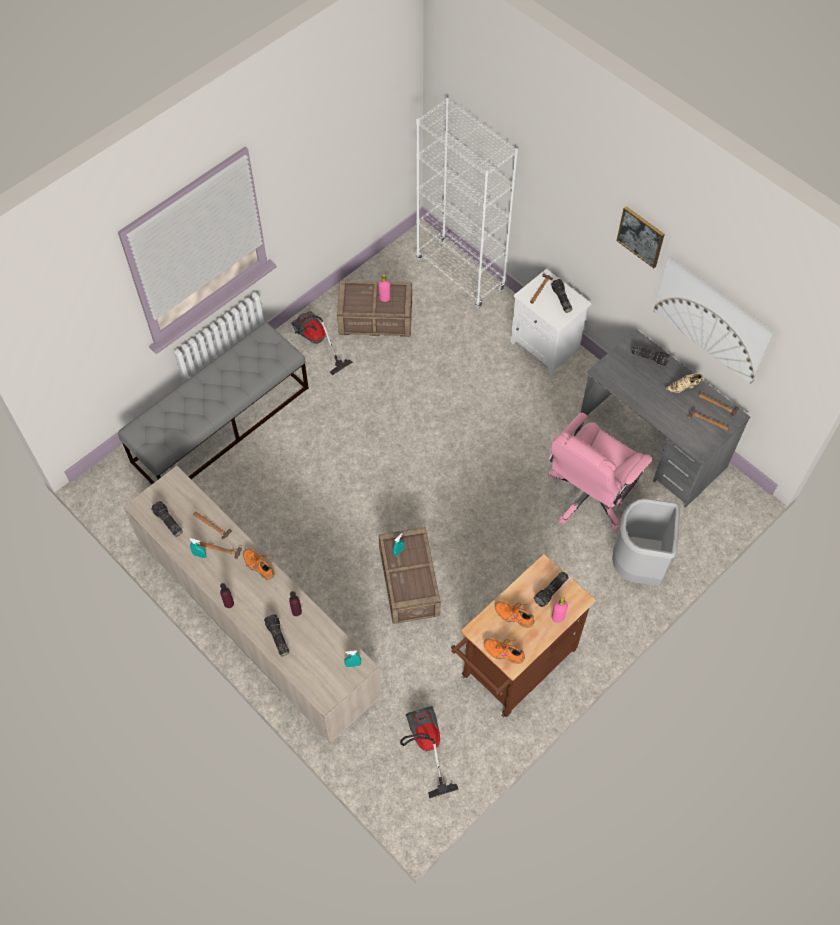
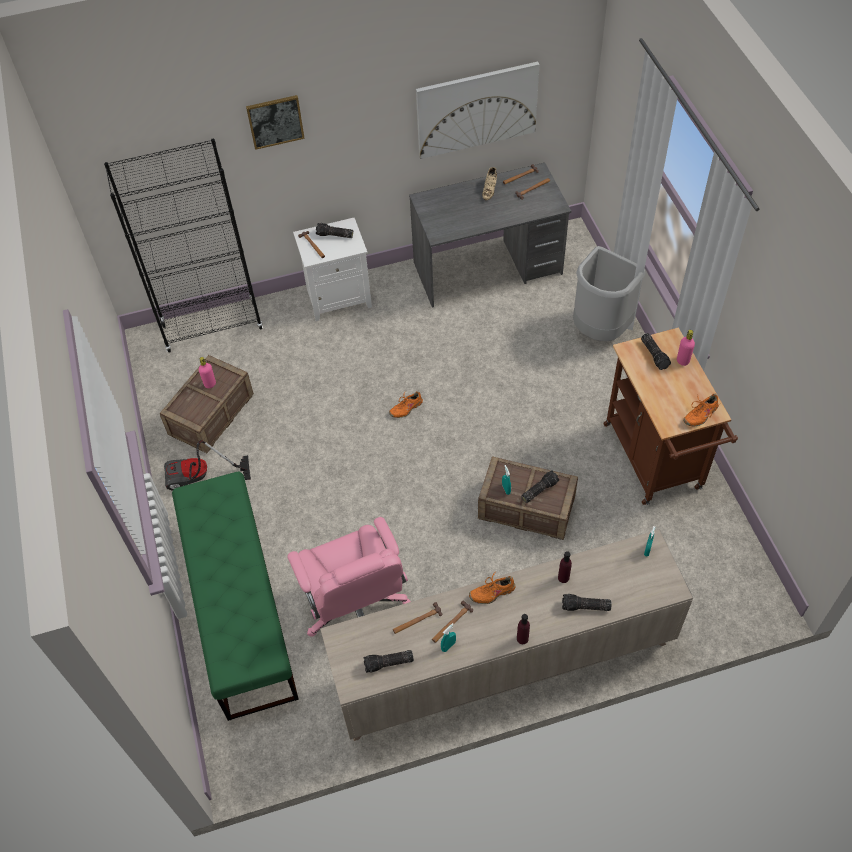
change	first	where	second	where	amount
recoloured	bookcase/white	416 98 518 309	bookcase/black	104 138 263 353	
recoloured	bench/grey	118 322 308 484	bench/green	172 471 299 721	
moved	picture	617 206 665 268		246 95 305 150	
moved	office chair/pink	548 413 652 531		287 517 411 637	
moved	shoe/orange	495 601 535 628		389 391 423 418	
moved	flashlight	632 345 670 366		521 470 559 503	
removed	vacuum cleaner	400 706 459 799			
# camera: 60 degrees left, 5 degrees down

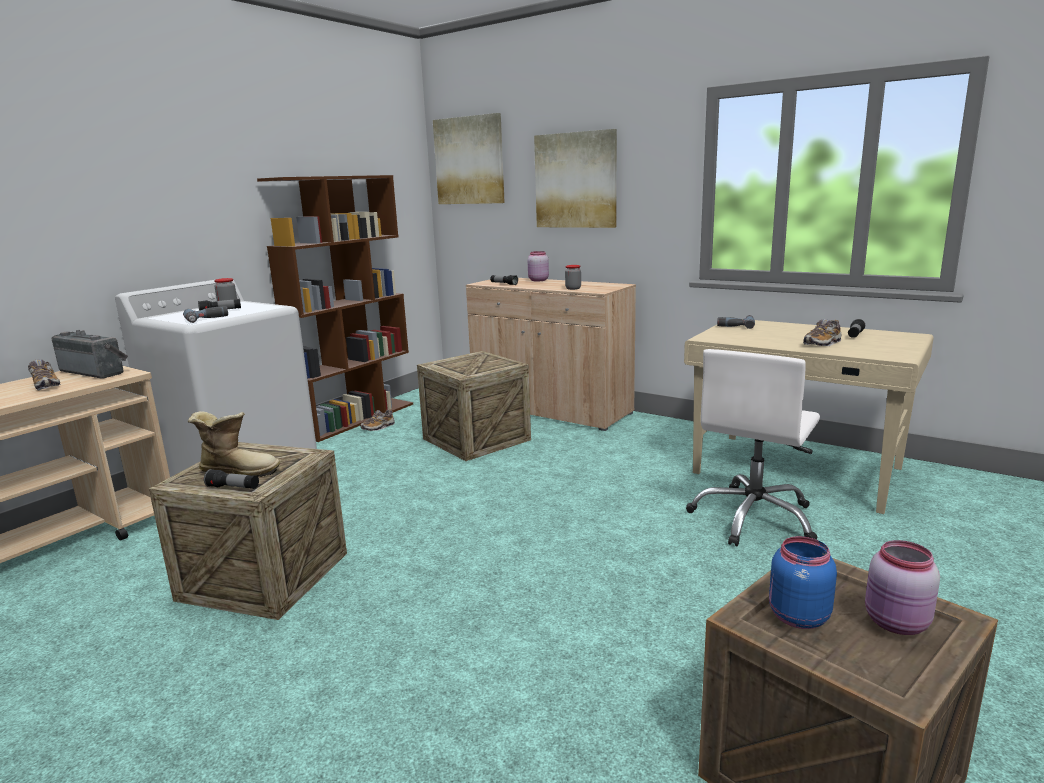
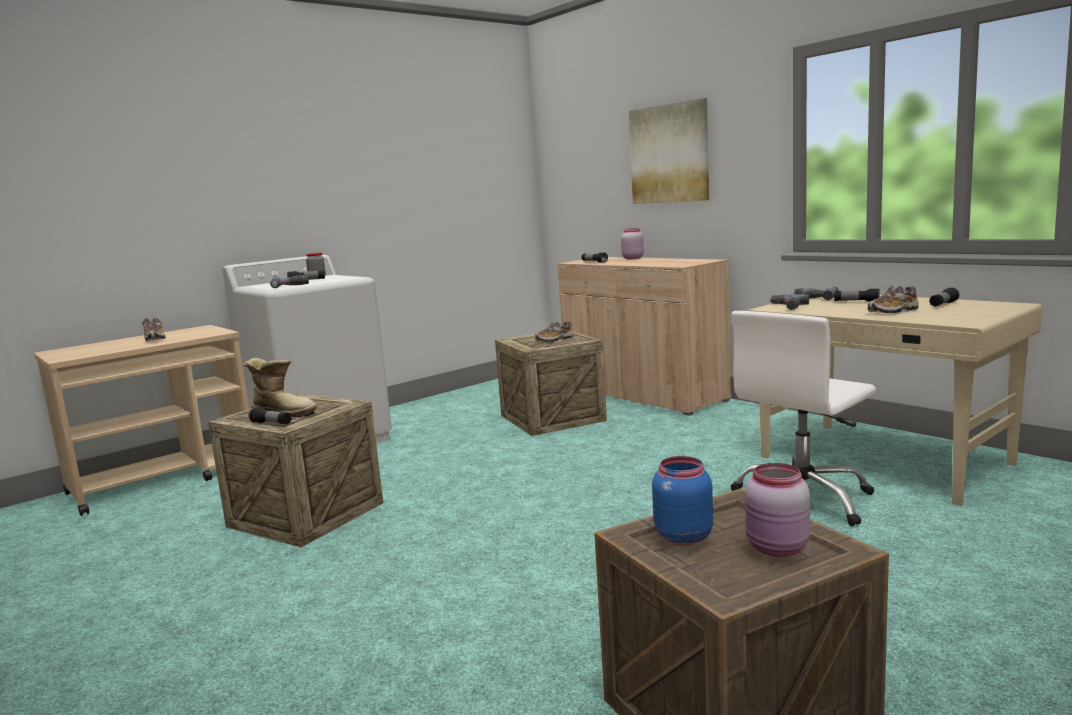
change	first	where	second	where	amount
moved	shoe	360 409 395 431		535 321 573 342	
added			power drill	769 294 809 310	
added			flashlight	834 288 880 302	
removed	radio	52 330 128 379			
removed	bookcase/brown	257 175 413 442			
removed	picture	433 113 505 204			
removed	jar	565 265 581 290			
# camera: 15 degrees right, 5 degrees down

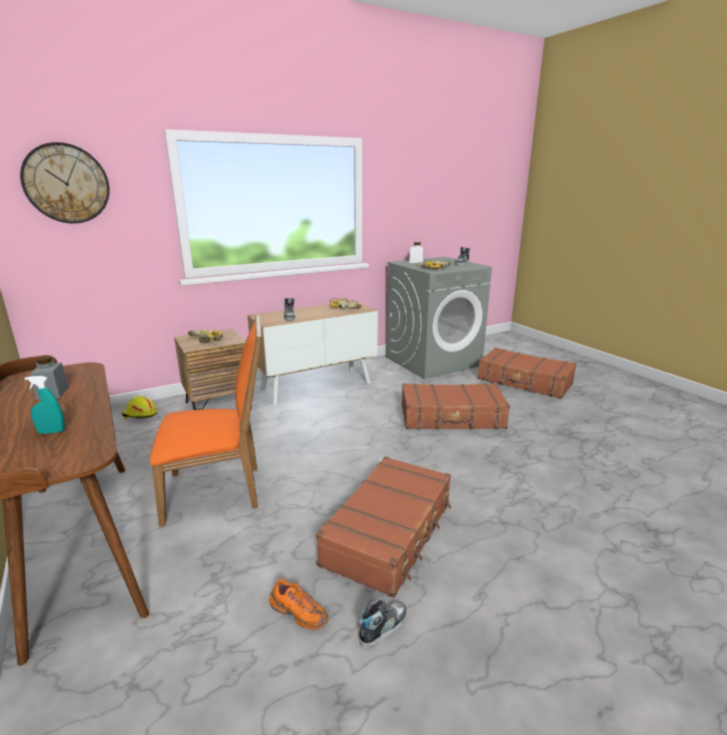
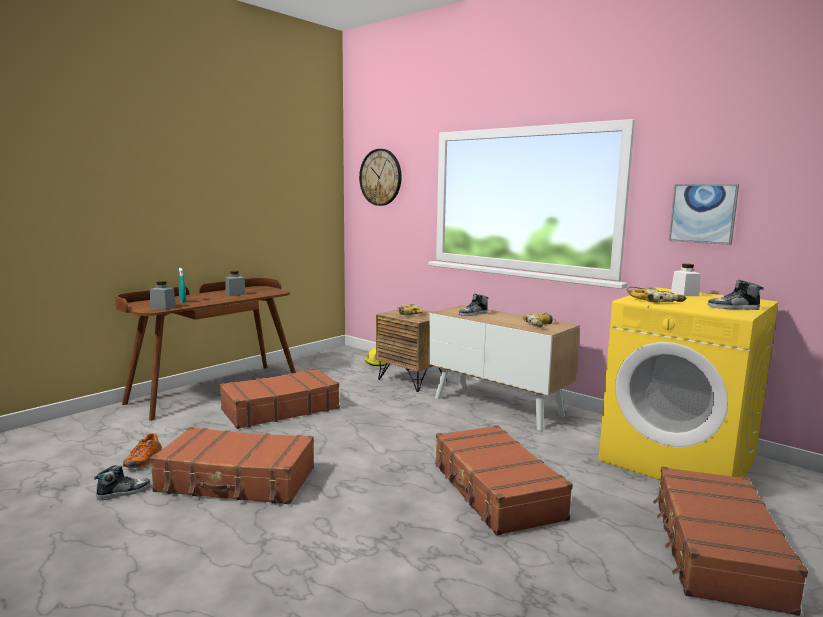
change	first	where	second	where	amount
turned	shoe	358 598 407 648		94 465 151 500	60 degrees counterclockwise
added			jar/grey	150 281 176 310	
replaced	chair/orange	150 314 262 527	suitcase/brown	220 368 340 429	
recoloured	washing machine/grey	387 257 492 379	washing machine/yellow	599 287 779 480	
added			picture	669 184 739 245	
# camera: 70 degrees right, 10 degrees down

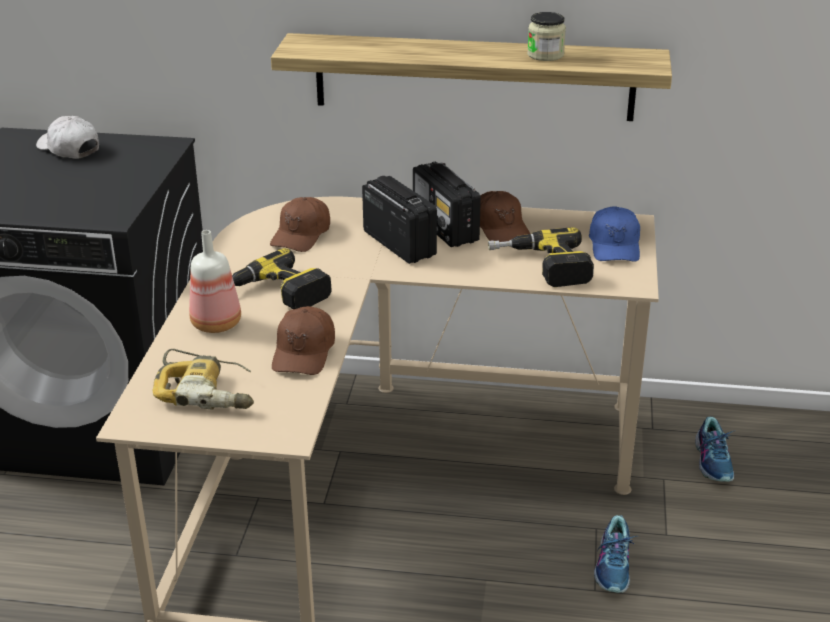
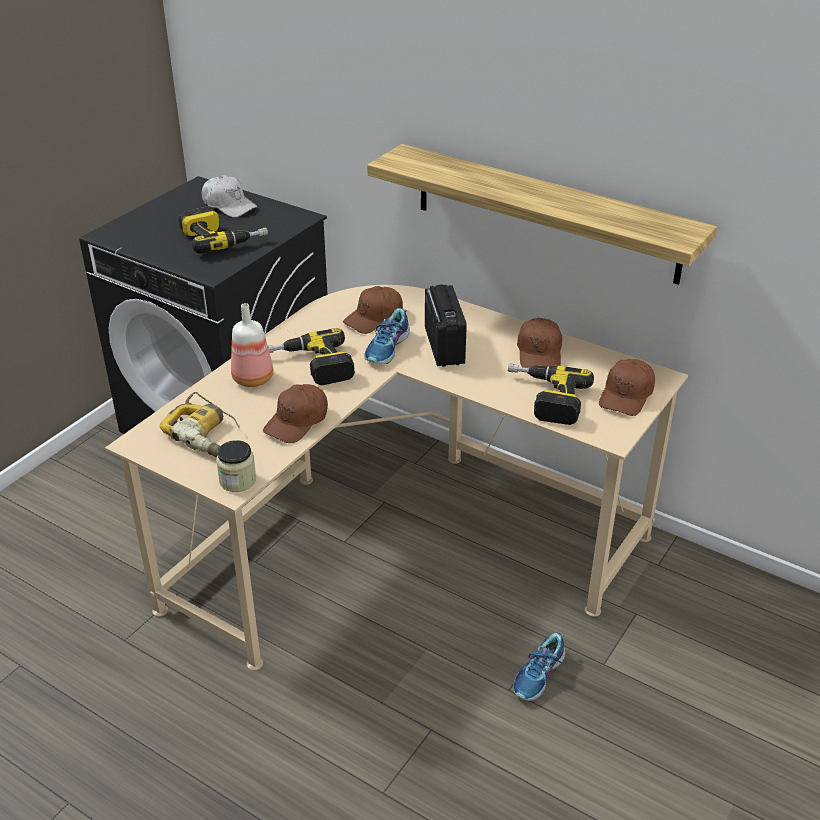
change	first	where	second	where	amount
added			power drill	179 206 268 254	
turned	cap/white	36 116 99 159		202 176 258 218	150 degrees clockwise
moved	jar	527 12 566 61		216 440 256 492	
moved	shoe	695 416 734 482		364 308 410 364	
recoloured	cap/blue	589 207 640 262	cap/brown	599 359 655 416	
removed	radio	413 161 481 247			
# camera: 25 degrees right, 5 degrees up

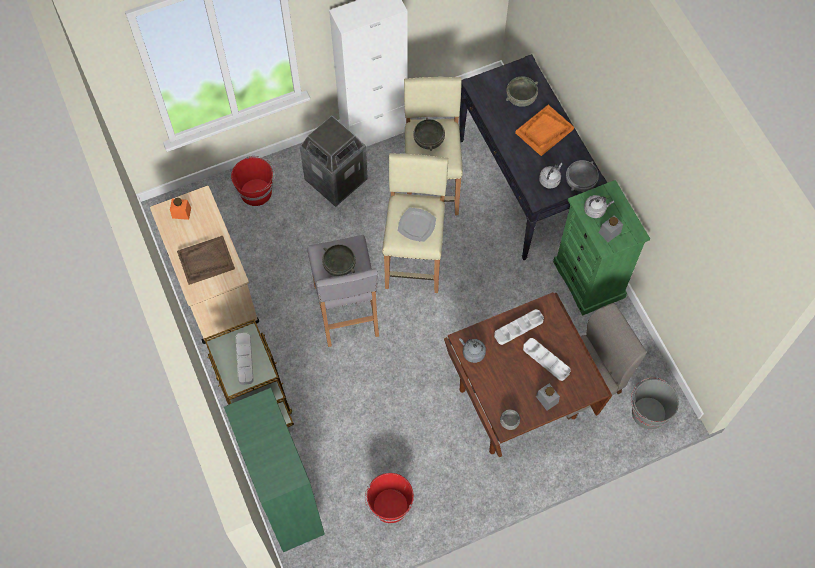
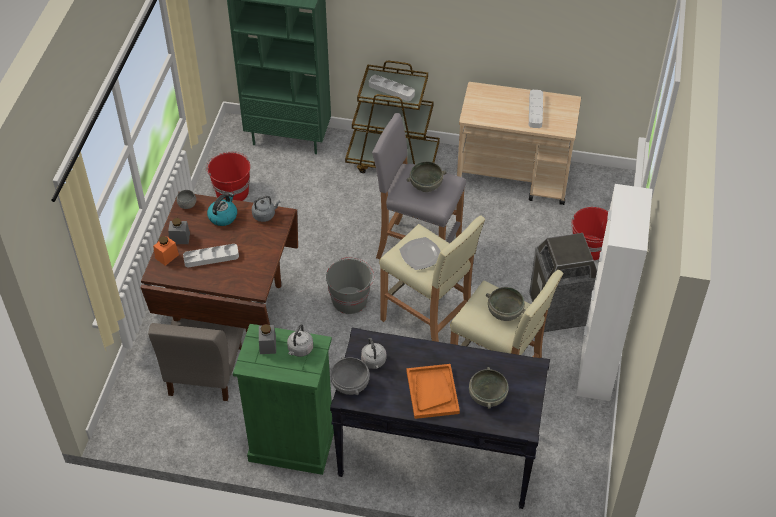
change	first	where	second	where	amount
moved	jar/orange	170 198 191 220		153 236 179 266	
added			kettle	207 193 237 226	
moved	bucket/grey	631 378 679 429		326 257 374 314	
moved	tray/grey	494 309 544 345		529 90 543 128	
removed	tray/brown	177 236 235 285			
# camera: 125 degrees right, 15 degrees down

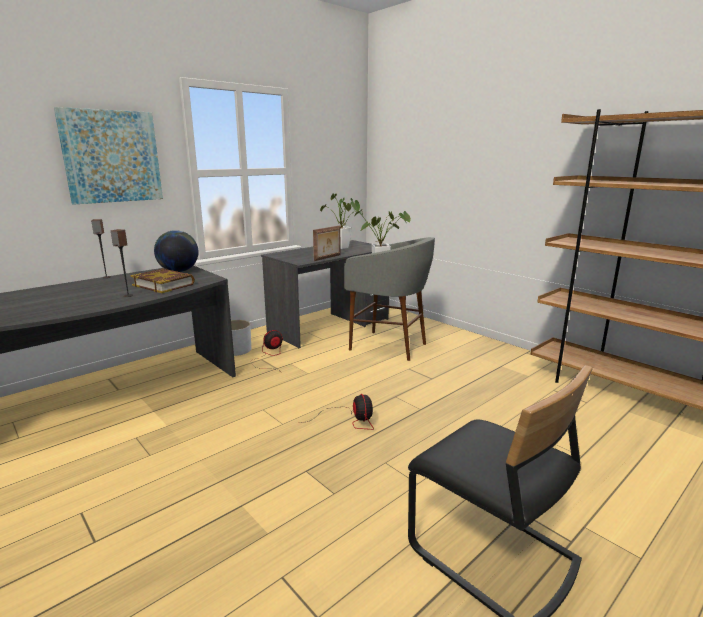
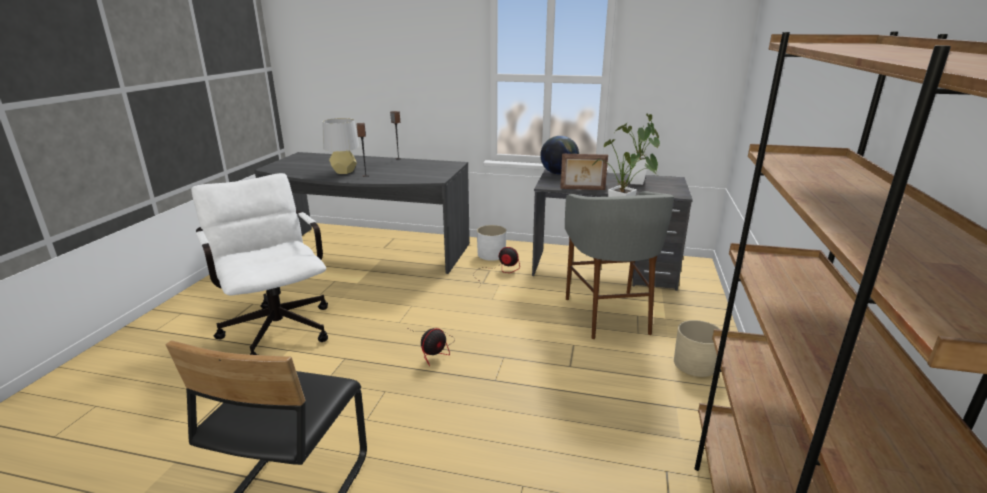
change	first	where	second	where	amount
added			office chair/white	191 173 328 355	
added			table lamp/grey	322 118 360 174	
moved	globe	154 230 198 272		540 136 579 175	
added			planter/beige	674 320 721 377	
removed	picture	54 107 163 205			
removed	book	131 268 195 293			
# camera: 55 degrees right, 5 degrees up

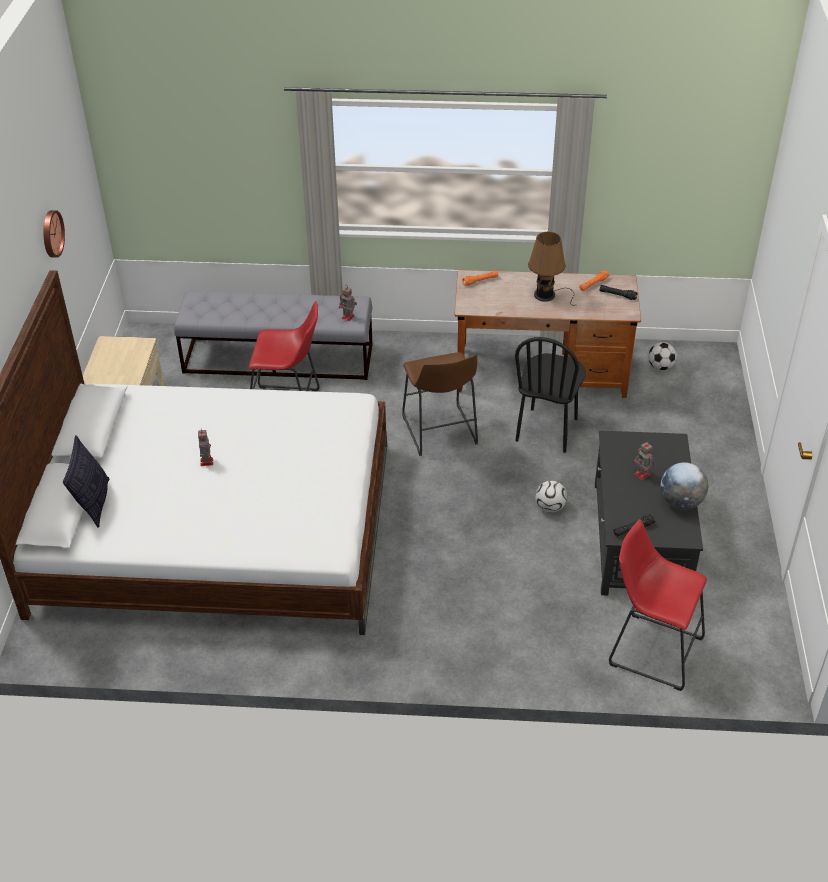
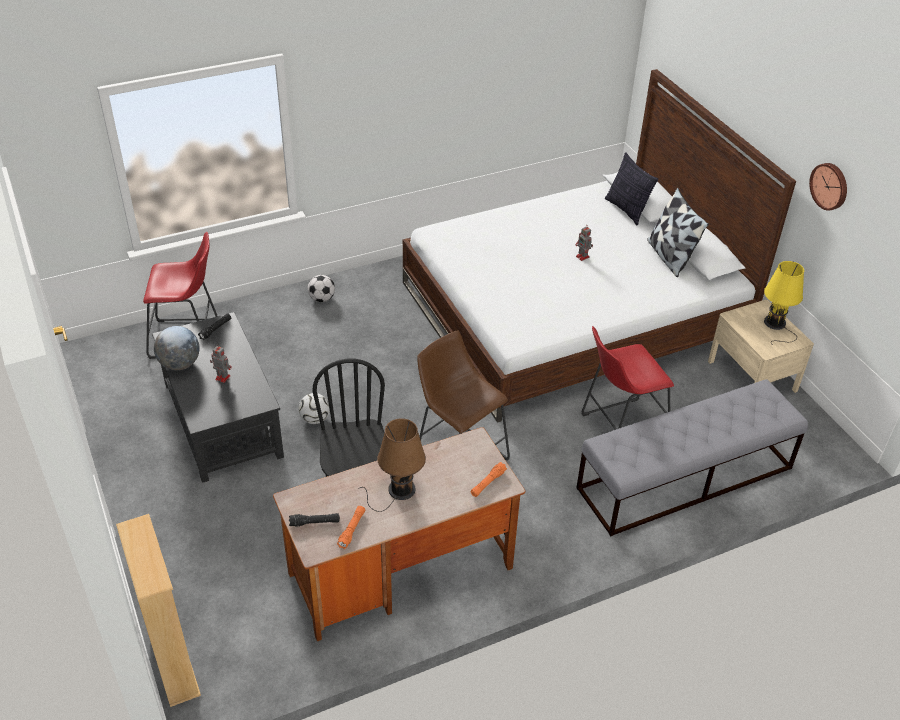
change	first	where	second	where	amount
added			bookcase/beige	116 514 201 707	
moved	football	648 342 677 370		308 275 335 302	
added			pillow	647 188 709 277	
added			table lamp/yellow	764 261 804 345	
removed	toy robot	339 286 357 321			
# camera: 150 degrees right, 0 degrees up

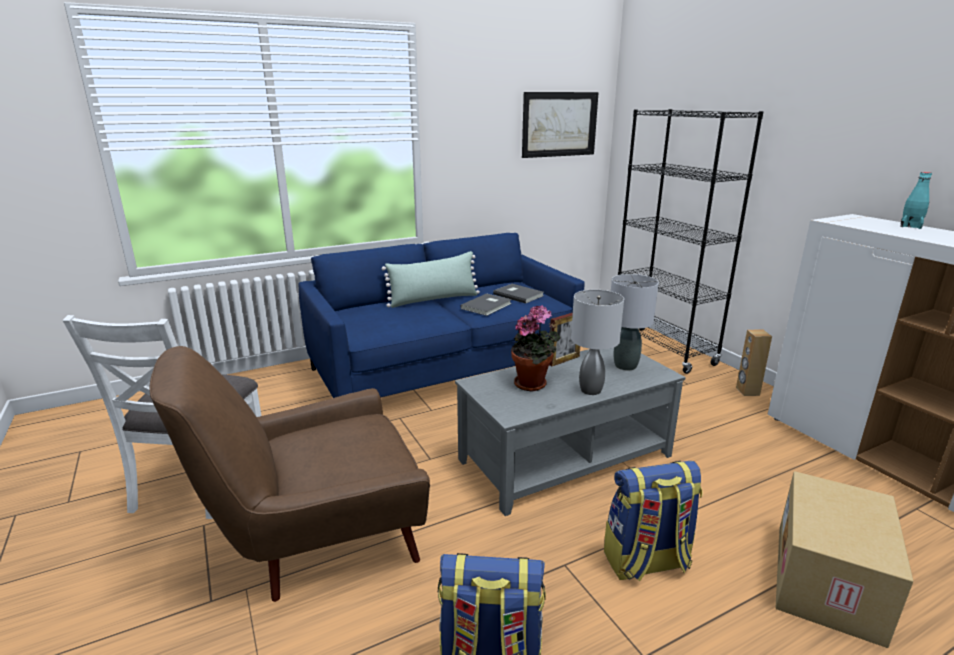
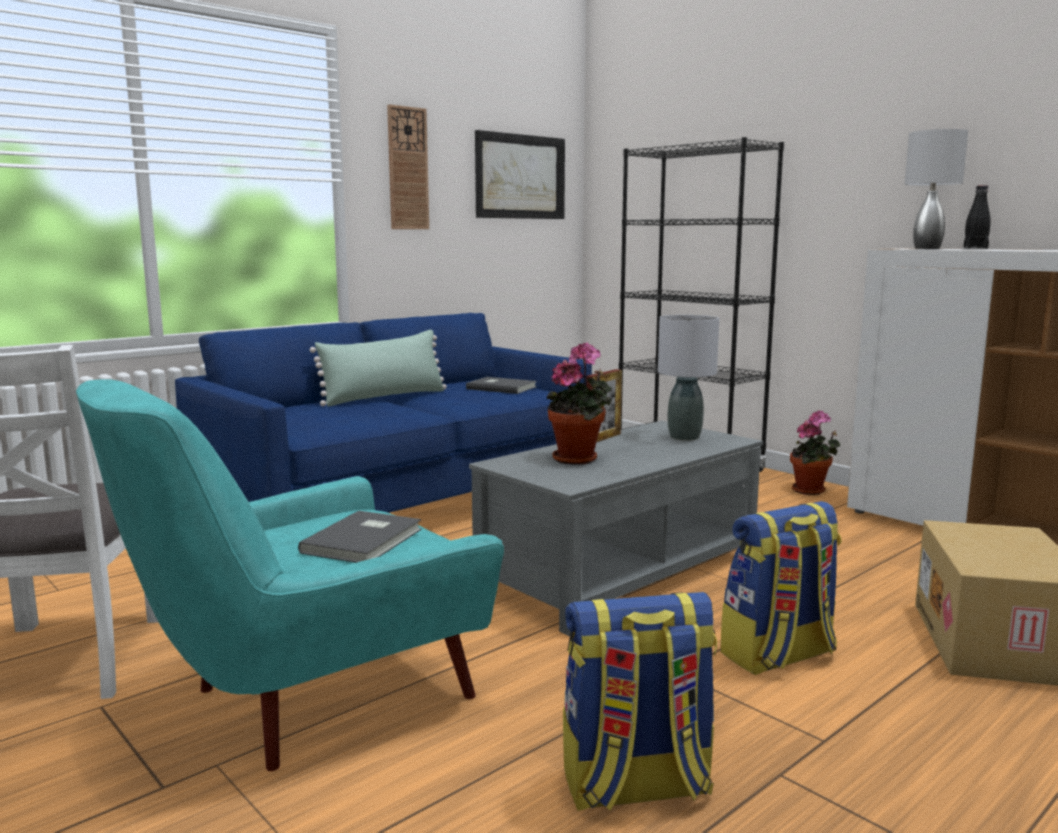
change	first	where	second	where	amount
recoloured	armchair/brown	149 346 430 602	armchair/turquoise	76 379 504 771	
moved	book/grey	461 293 512 316		298 511 422 563	
added			wall clock	387 104 429 229	
replaced	speaker/brown	736 330 772 396	potted plant	790 411 840 495	
moved	table lamp/grey	571 290 624 395		905 129 968 249	
recoloured	bottle/turquoise	900 172 932 229	bottle/black	963 185 991 249	
# camera: 15 degrees left, 10 degrees down

